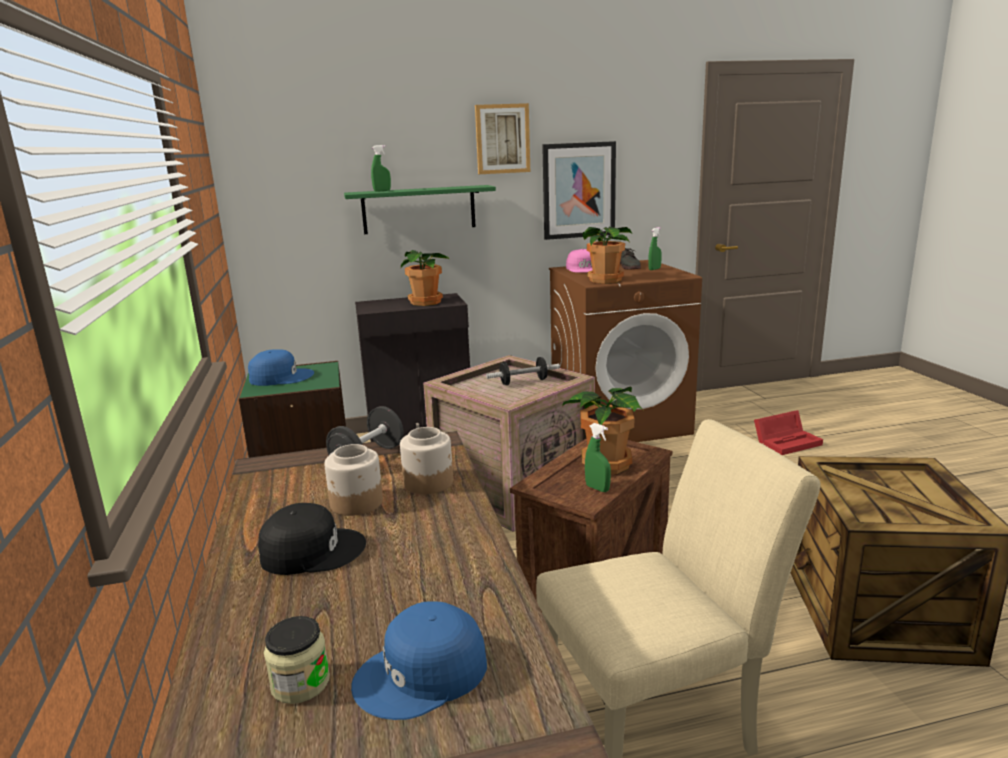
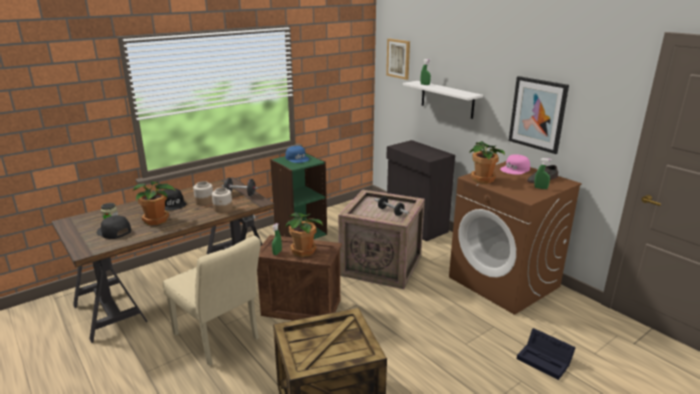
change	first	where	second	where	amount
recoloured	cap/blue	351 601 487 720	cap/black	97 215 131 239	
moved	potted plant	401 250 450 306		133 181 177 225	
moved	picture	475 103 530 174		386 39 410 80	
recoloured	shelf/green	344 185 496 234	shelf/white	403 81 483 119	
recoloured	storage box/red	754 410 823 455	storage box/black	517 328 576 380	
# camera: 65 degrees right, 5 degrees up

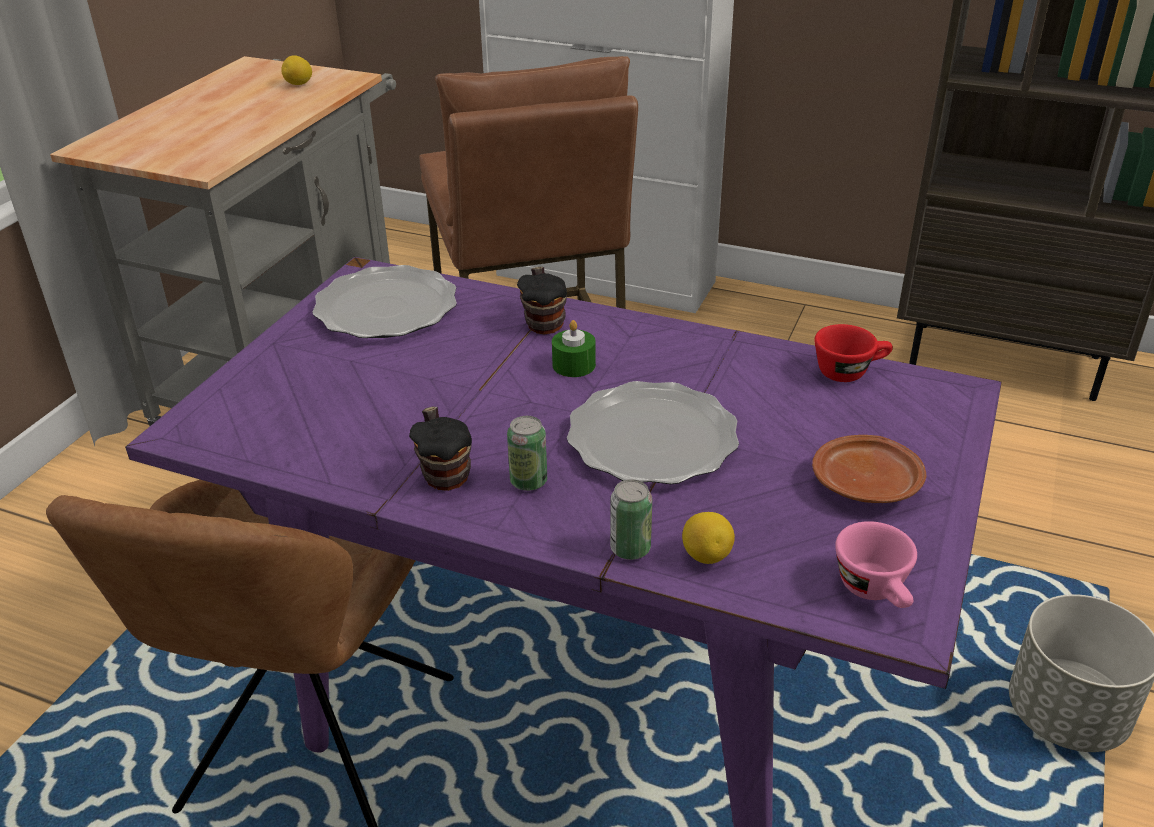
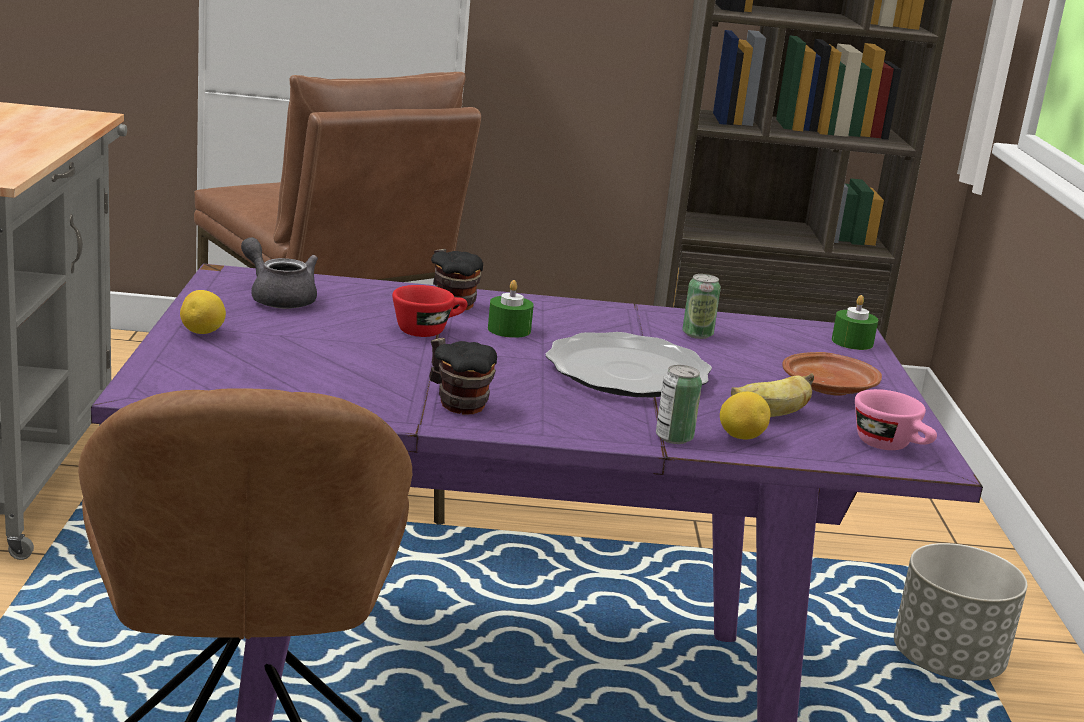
change	first	where	second	where	amount
moved	lemon	281 55 312 85		180 290 226 334	
replaced	plate	312 265 457 338	teapot/grey	241 237 318 309	
moved	cup/red	815 324 893 382		392 285 467 337	
moved	can	507 416 547 491		682 274 721 339	
added			banana	731 373 814 417	
added			candle/green	832 295 878 350	
# camera: 25 degrees left, 15 degrees down

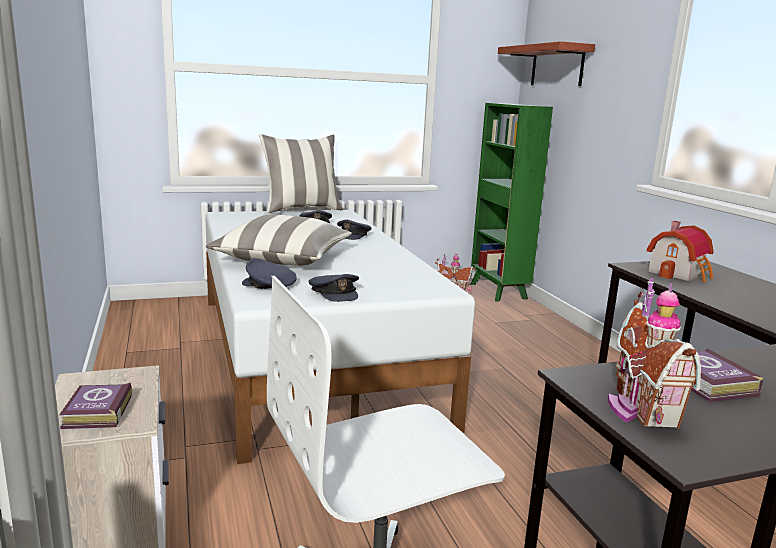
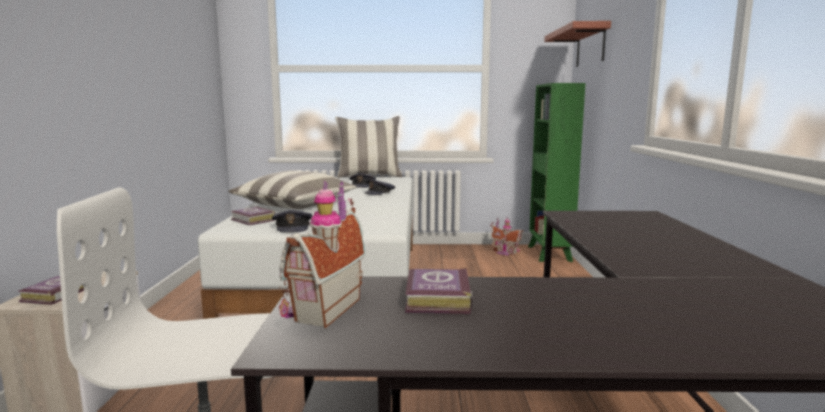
change	first	where	second	where	amount
replaced	cap/grey	242 258 297 289	book	231 206 275 225	
removed	toy house	647 221 714 282			
# camera: 20 degrees right, 5 degrees down

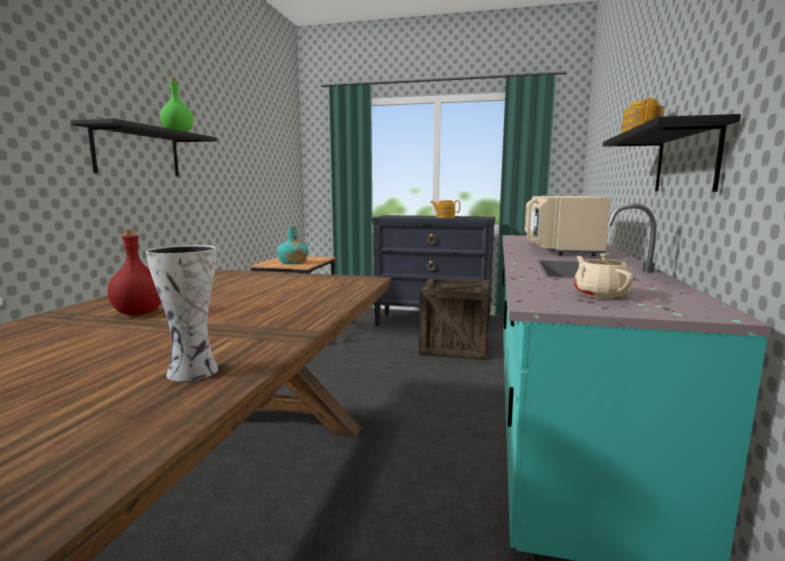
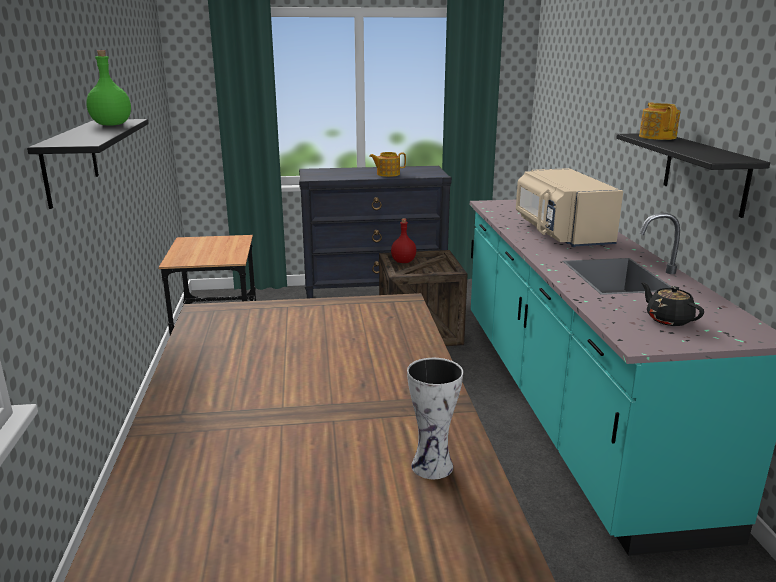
change	first	where	second	where	amount
moved	bottle/red	108 229 161 315		391 218 416 263	
recoloured	teapot/beige	574 253 633 298	teapot/black	641 282 704 326	
removed	bottle/turquoise	277 226 309 264			
# camera: 20 degrees left, 10 degrees up

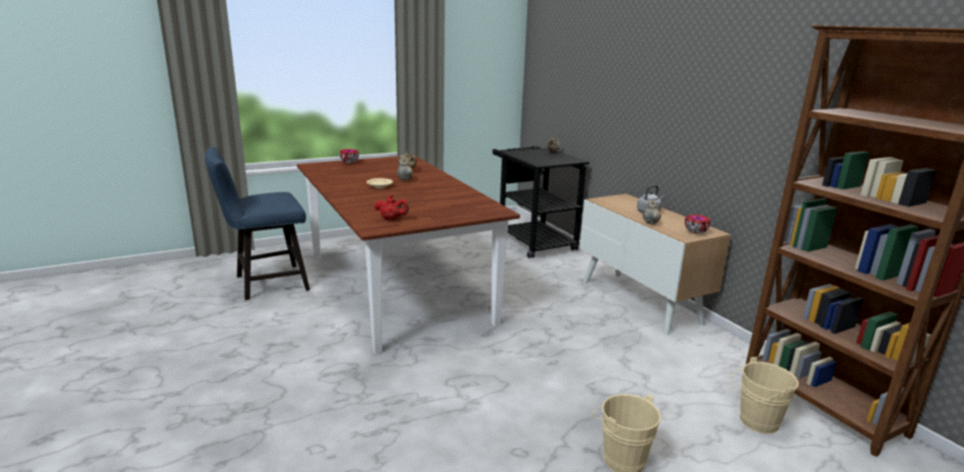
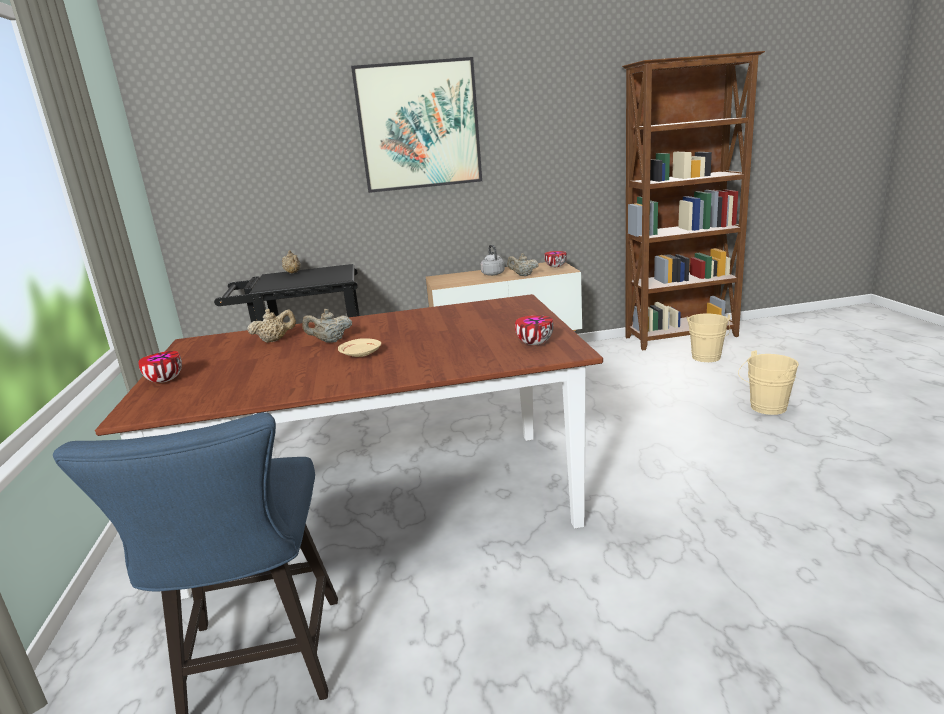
change	first	where	second	where	amount
added			picture	351 57 482 193	
replaced	teapot/red	374 195 409 220	bowl	515 315 554 345	
# camera: 70 degrees left, 0 degrees up

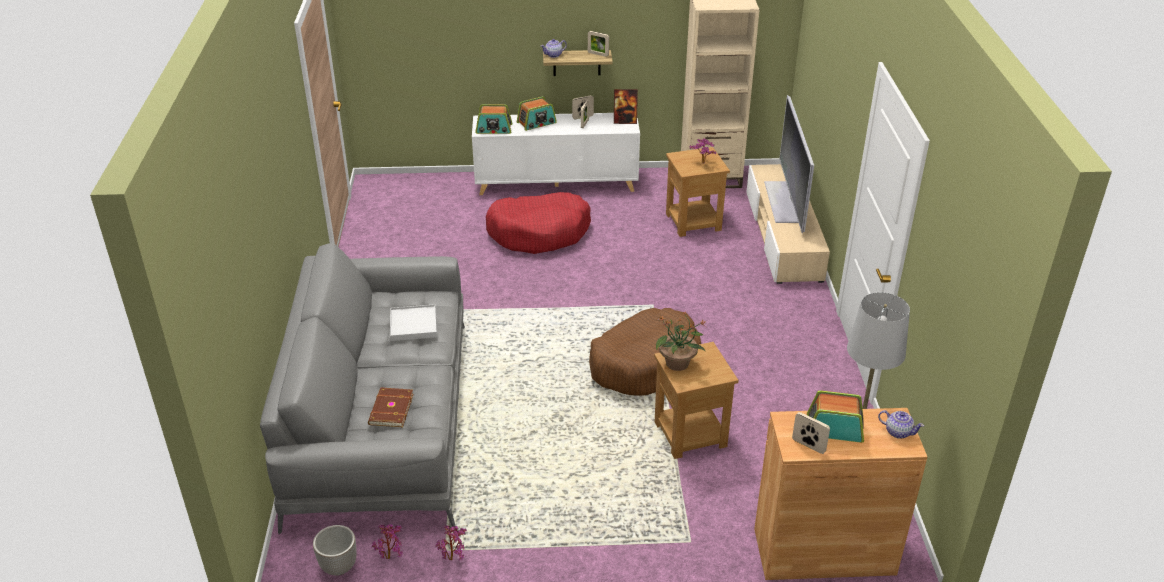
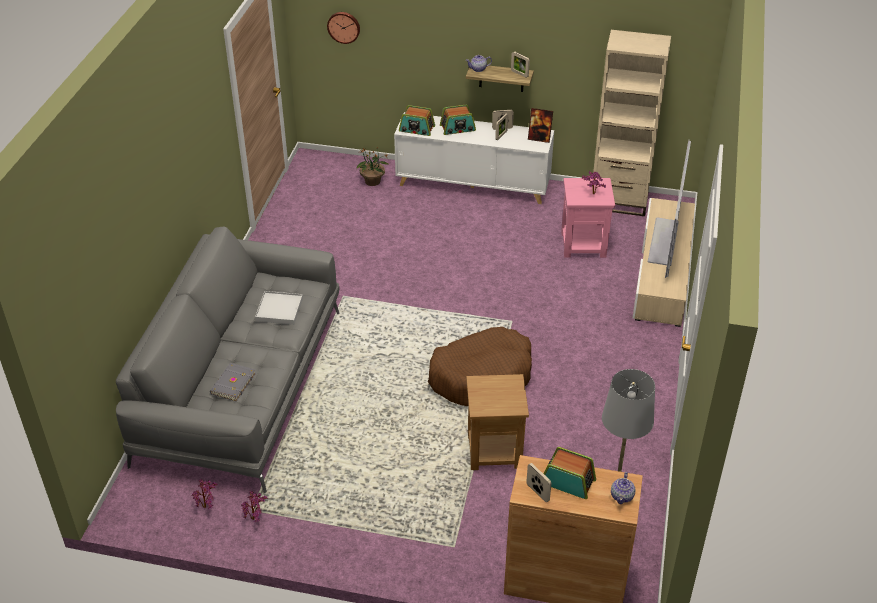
change	first	where	second	where	amount
recoloured	book/brown	368 388 414 427	book/grey	210 363 256 401	
added			wall clock	327 12 360 44	
moved	potted plant	656 311 706 371		357 147 388 186	
recoloured	side table/brown	666 147 730 237	side table/pink	561 178 615 258	
turned	teapot	878 410 924 439		611 472 635 504	60 degrees clockwise
removed	planter	313 525 357 575			
removed	dog bed/red	486 192 591 254			
# camera: 15 degrees right, 5 degrees up

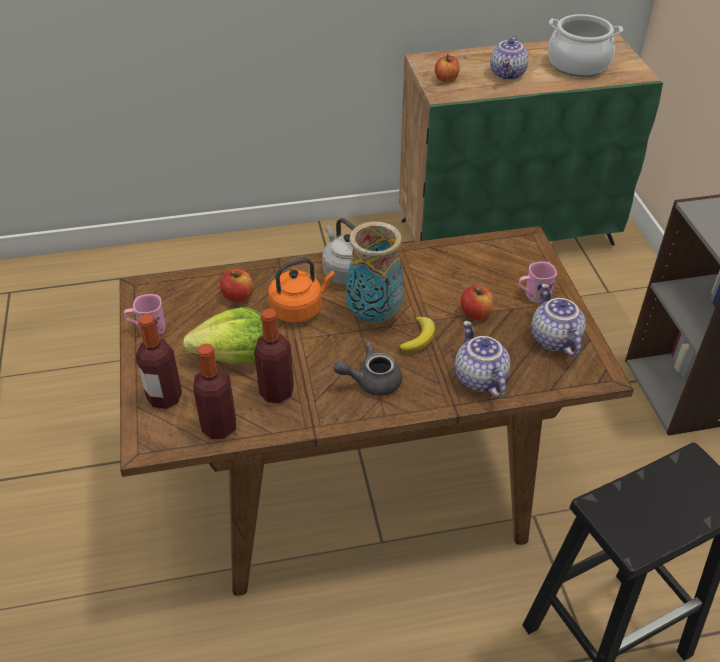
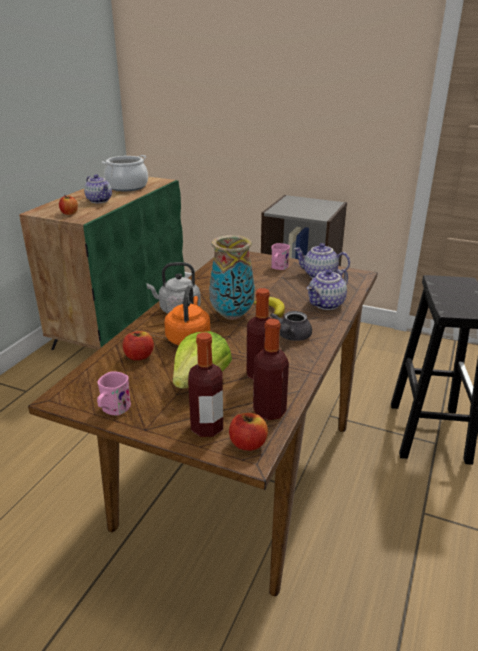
change	first	where	second	where	amount
moved	apple	461 285 494 320		229 413 268 451	
turned	teapot	455 321 510 398		307 269 348 310	60 degrees counterclockwise
# camera: 55 degrees left, 15 degrees down

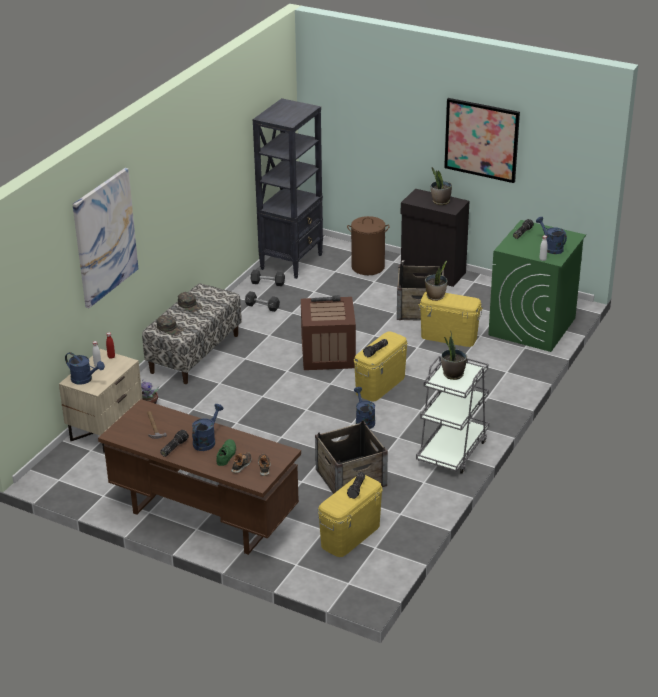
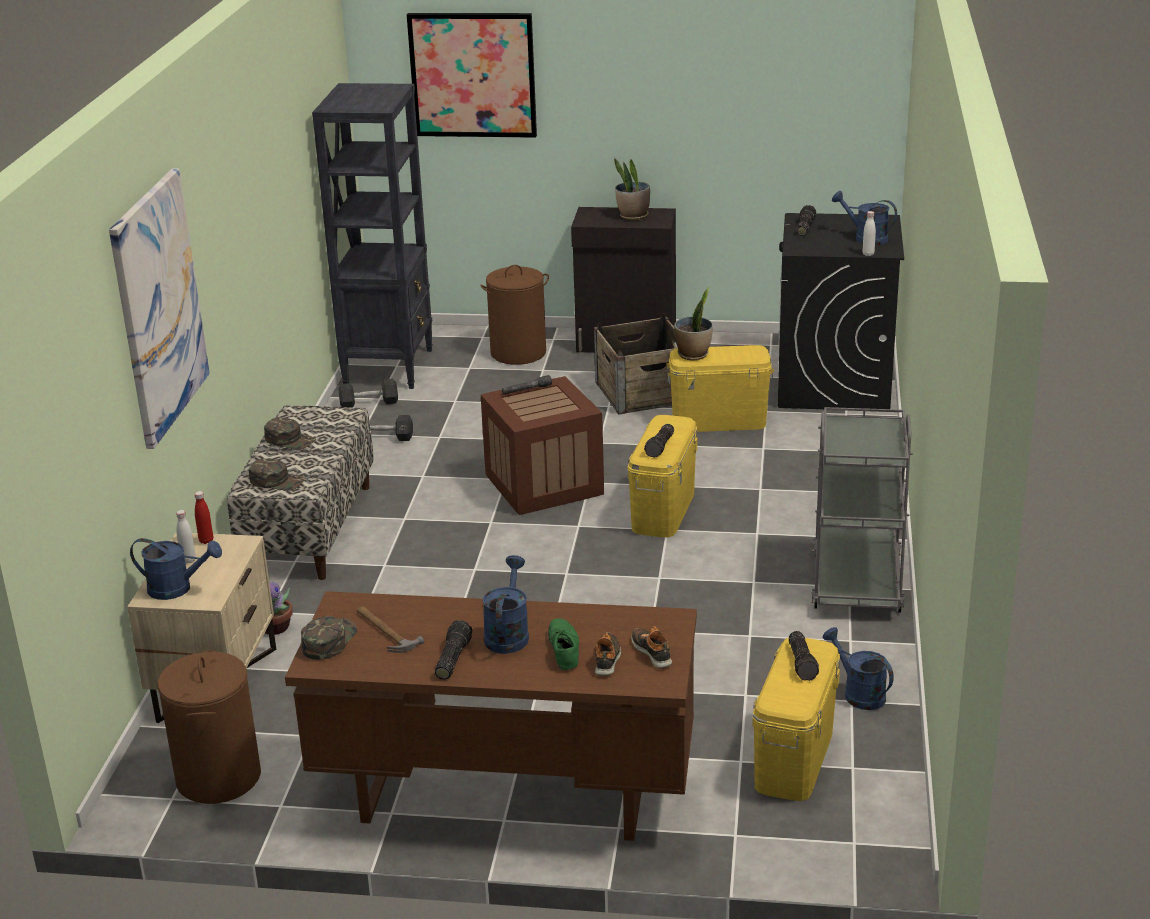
change	first	where	second	where	amount
added			laundry basket/brown	157 650 261 804	
added			cap/green	301 616 357 660	
moved	picture	444 98 520 183		407 13 537 138	
recoloured	washing machine/green	488 220 586 352	washing machine/black	778 213 904 409	
moved	watering can/blue	354 387 375 429		823 627 894 710	
removed	crate	315 420 388 494			
removed	potted plant	441 333 467 380			
# camera: 20 degrees left, 5 degrees down

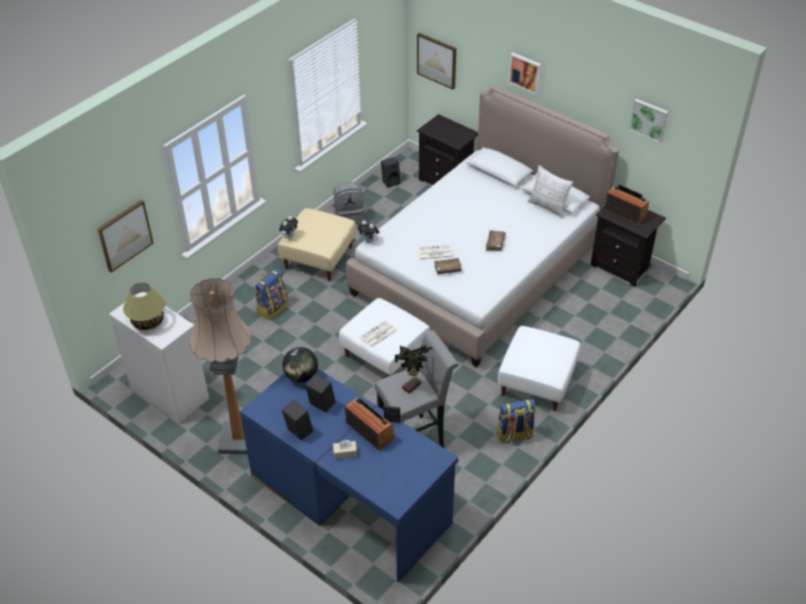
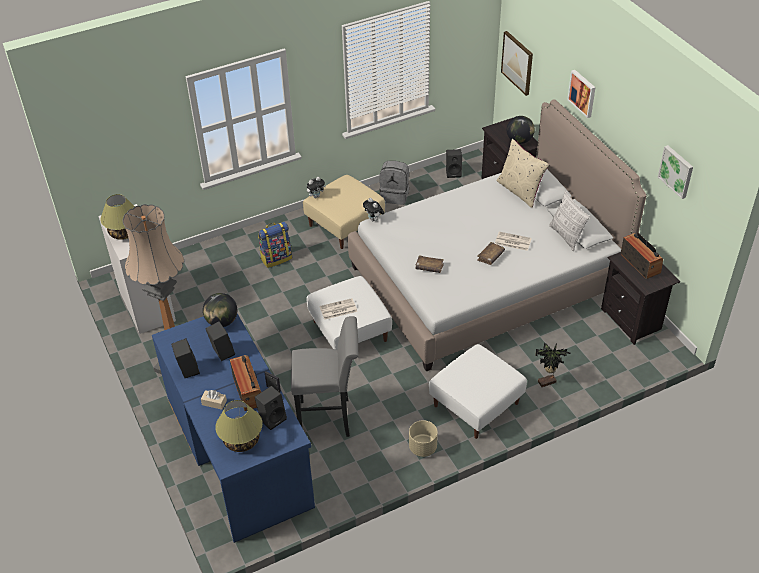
change	first	where	second	where	amount
added			table lamp	215 400 262 452	
added			speaker/black	255 386 287 430	
replaced	backpack	497 399 536 444	planter/beige	409 420 438 457	
moved	newspaper	418 245 453 260		495 232 532 251	
added			pillow/beige	497 139 549 208	
added			globe	507 116 535 144	
moved	potted plant	395 345 433 393		535 342 570 387	
removed	picture	97 200 154 273			
# camera: 25 degrees right, 0 degrees up

